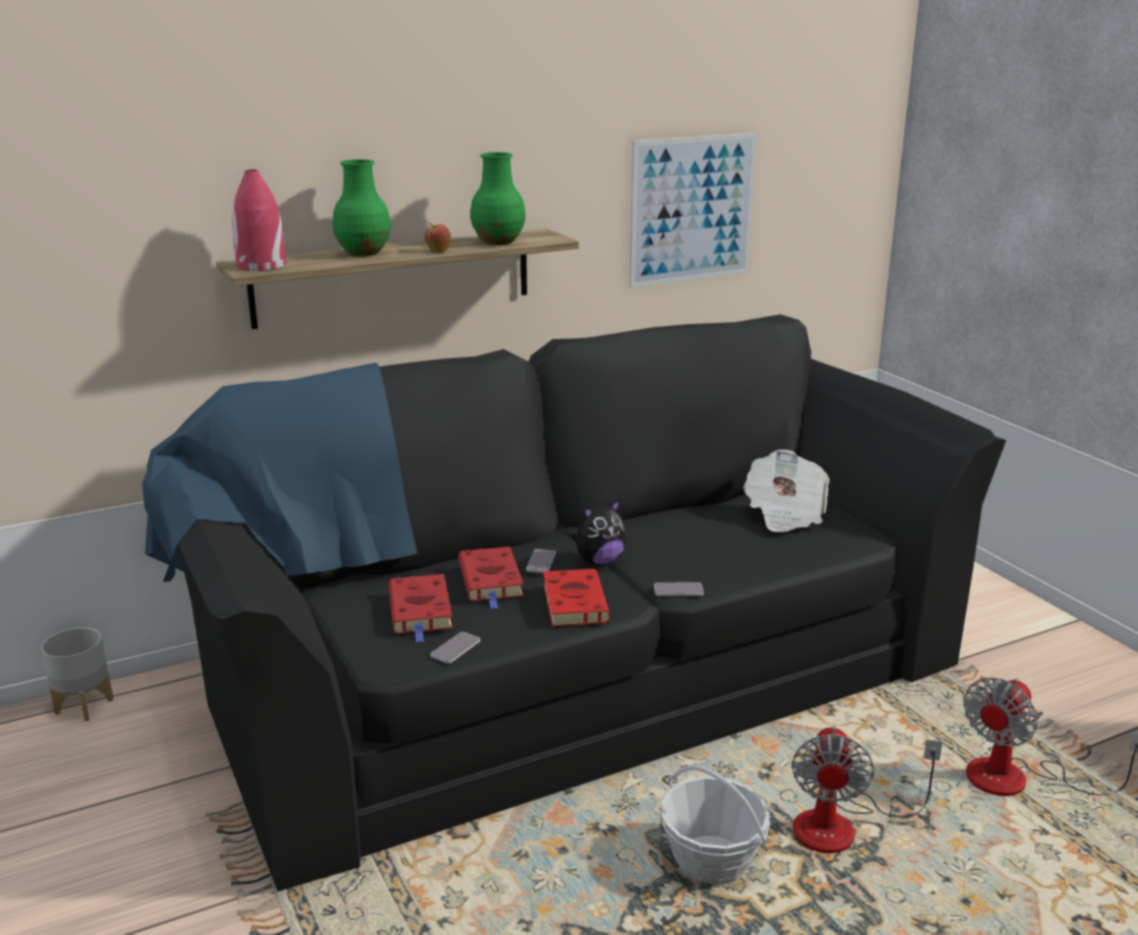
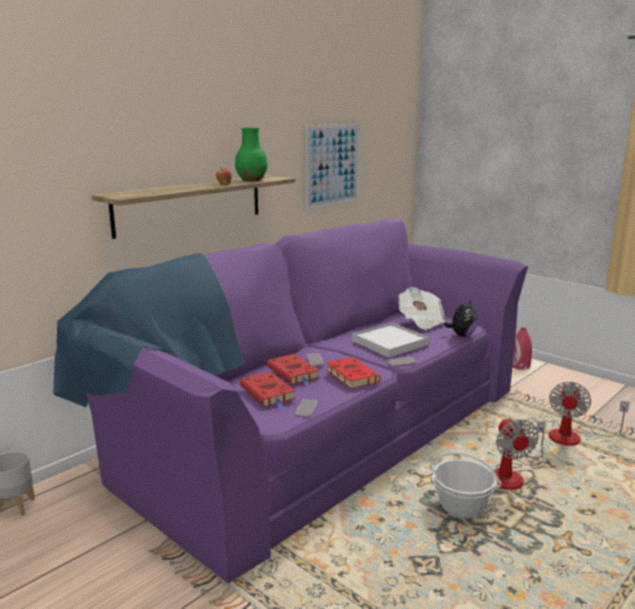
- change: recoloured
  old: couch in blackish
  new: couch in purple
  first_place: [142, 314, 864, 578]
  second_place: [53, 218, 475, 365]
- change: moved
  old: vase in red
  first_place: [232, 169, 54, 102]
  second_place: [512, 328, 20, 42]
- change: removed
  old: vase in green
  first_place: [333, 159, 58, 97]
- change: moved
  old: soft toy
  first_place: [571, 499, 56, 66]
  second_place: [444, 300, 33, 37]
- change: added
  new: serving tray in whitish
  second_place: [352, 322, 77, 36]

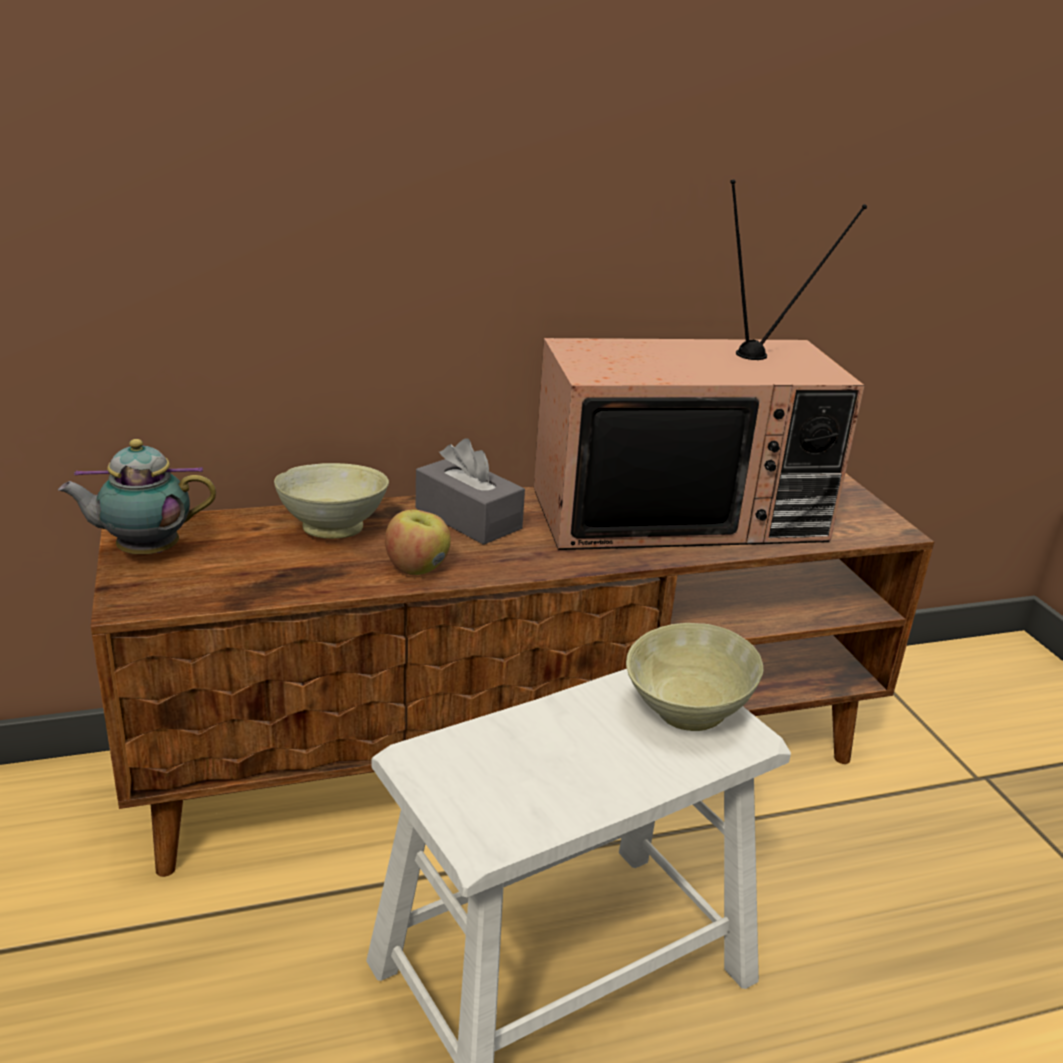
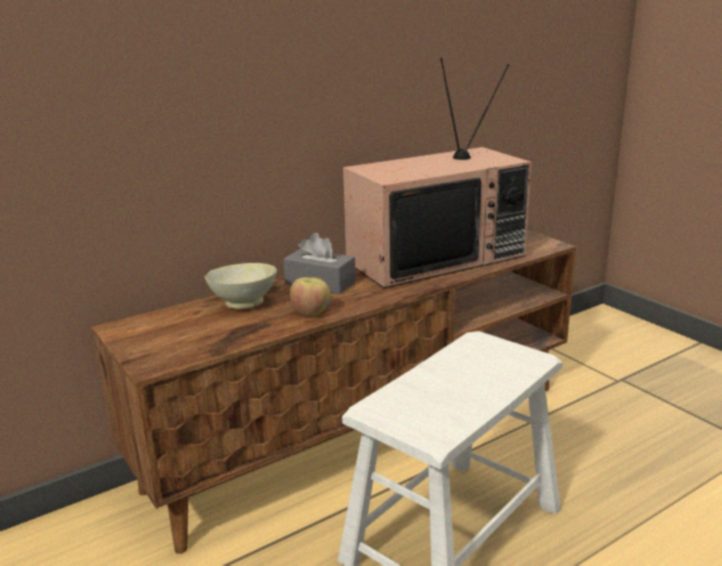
- change: removed
  old: tea pot
  first_place: [58, 439, 158, 115]
- change: removed
  old: deep dish in beige-coloured
  first_place: [626, 623, 137, 108]

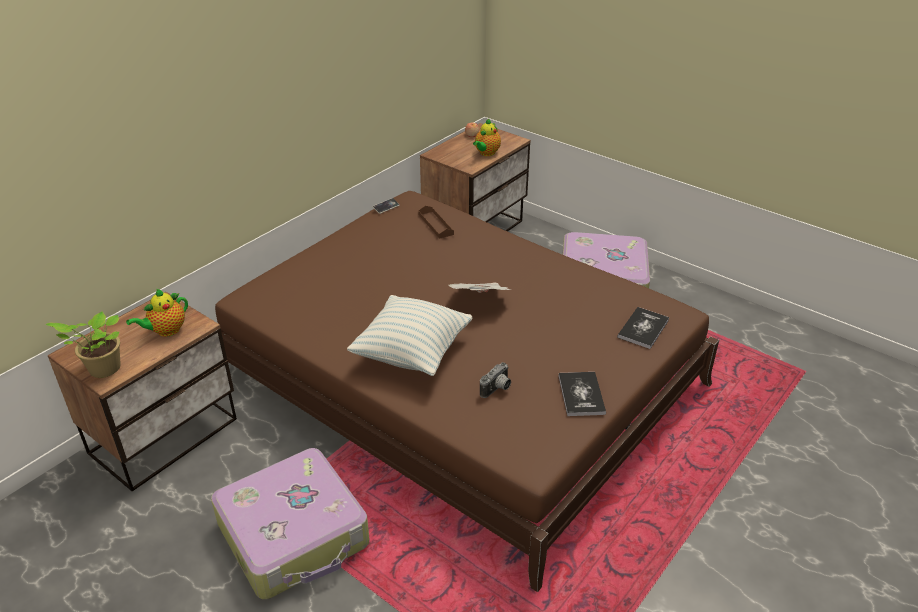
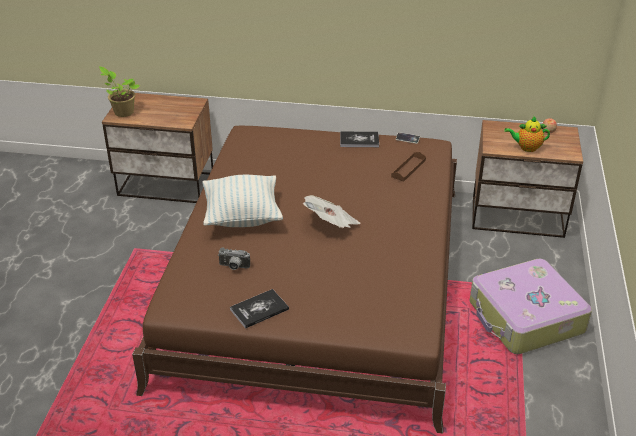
- change: removed
  old: tea pot
  first_place: [126, 289, 62, 48]
- change: removed
  old: piece of luggage
  first_place: [211, 448, 159, 151]
- change: moved
  old: volume
  first_place: [617, 307, 52, 42]
  second_place: [340, 132, 39, 15]

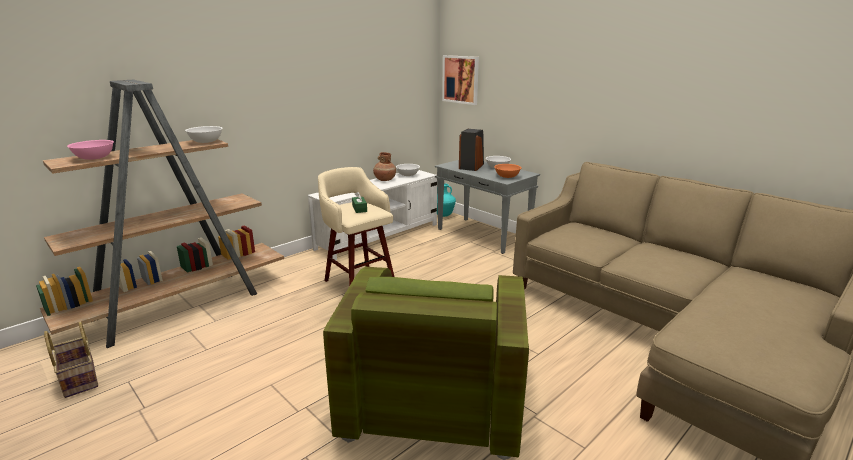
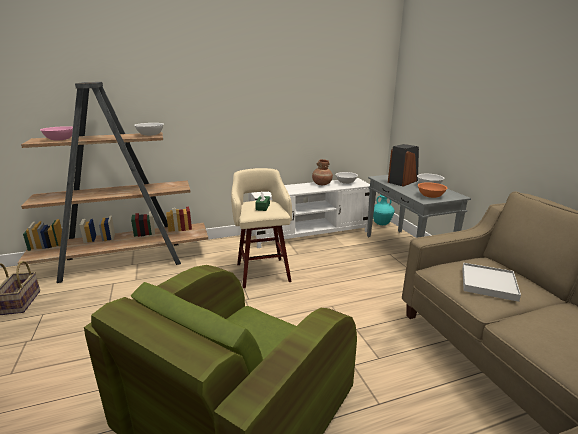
- change: removed
  old: wall art
  first_place: [442, 55, 37, 50]
- change: added
  new: serving tray in whitish
  second_place: [462, 263, 59, 39]

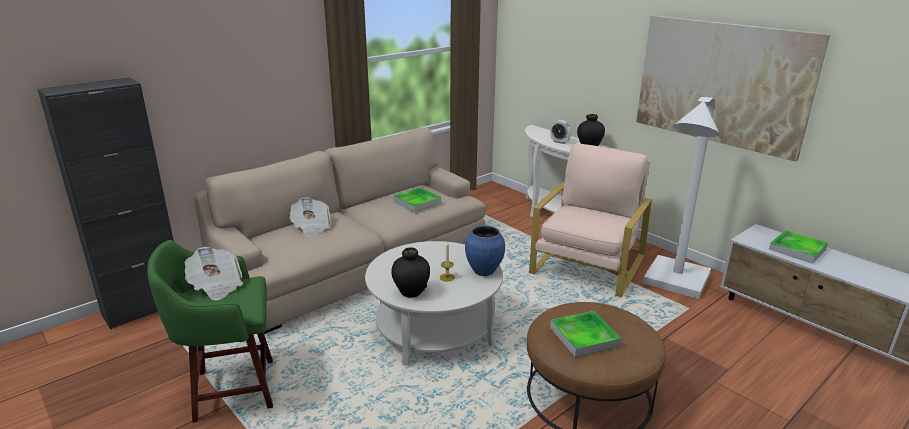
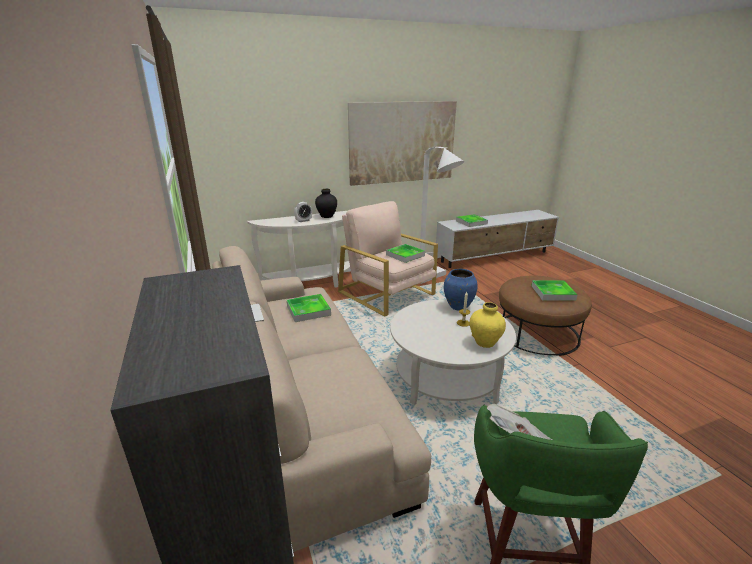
- change: removed
  old: printed paper
  first_place: [289, 197, 42, 40]
- change: recoloured
  old: vase in blackish
  new: vase in yellow
  first_place: [391, 247, 39, 51]
  second_place: [470, 302, 36, 46]
- change: added
  new: serving tray
  second_place: [386, 244, 39, 19]

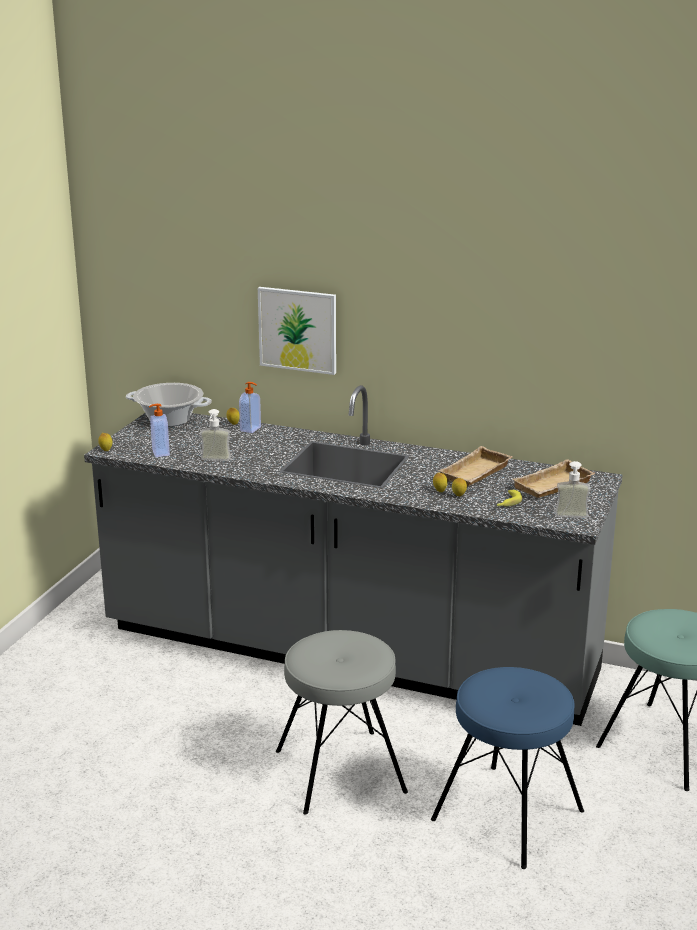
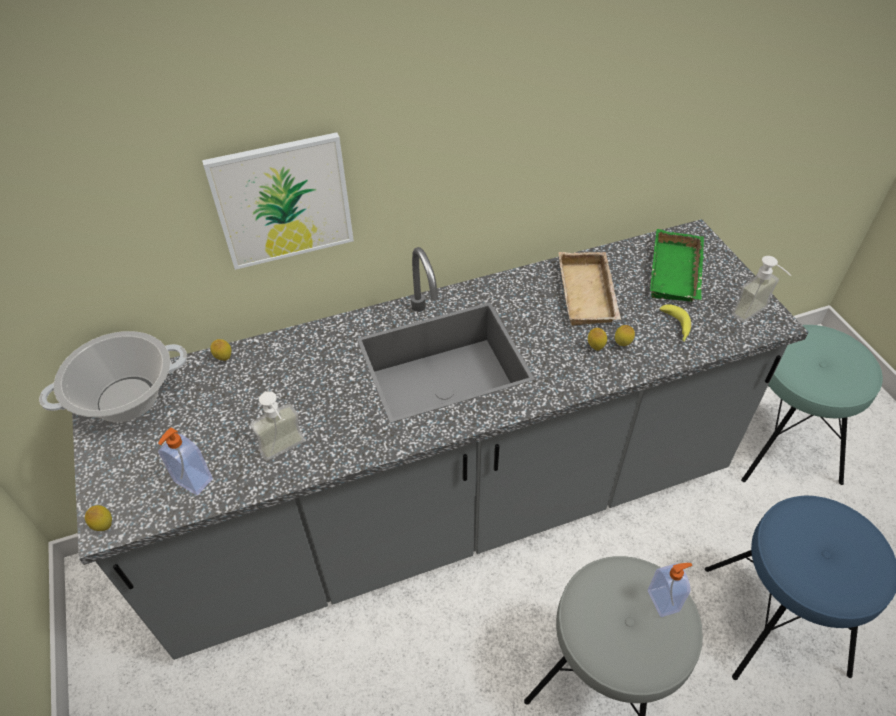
- change: moved
  old: soap dispenser
  first_place: [239, 382, 22, 51]
  second_place: [648, 563, 45, 54]
- change: recoloured
  old: serving tray in beige-coloured
  new: serving tray in green
  first_place: [512, 459, 83, 39]
  second_place: [650, 229, 54, 73]

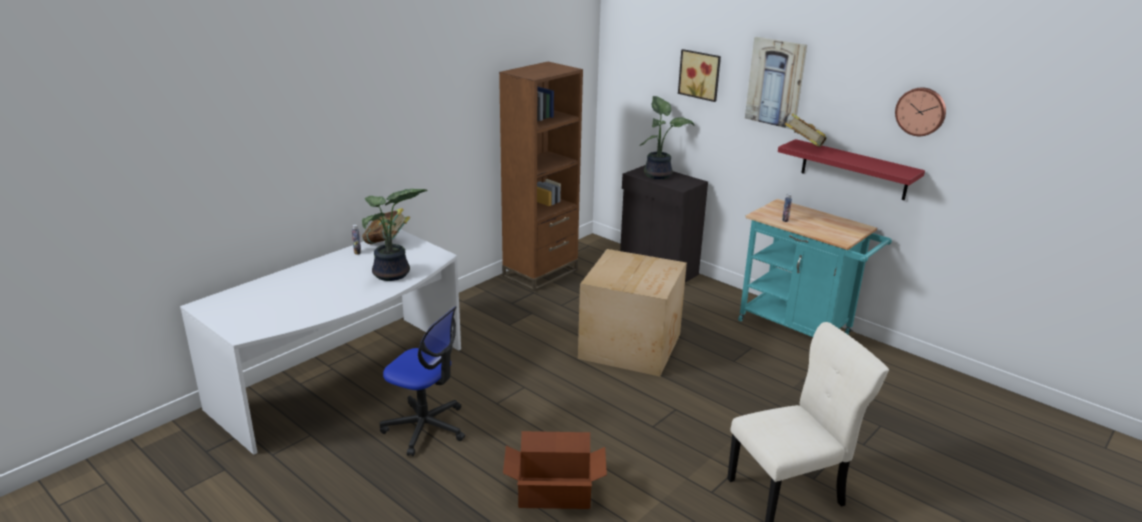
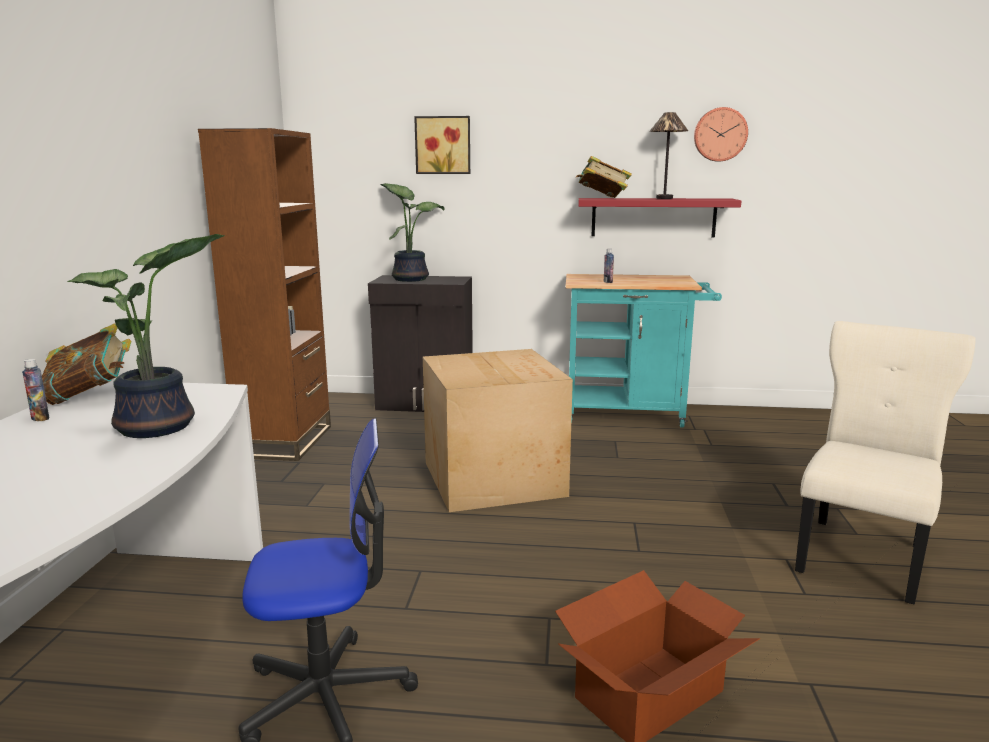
- change: removed
  old: wall art
  first_place: [745, 37, 62, 93]
- change: added
  new: table lamp
  second_place: [650, 112, 38, 87]

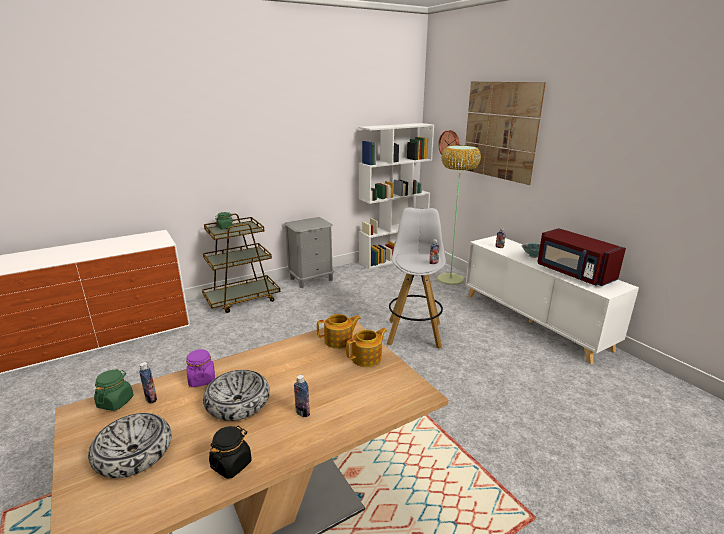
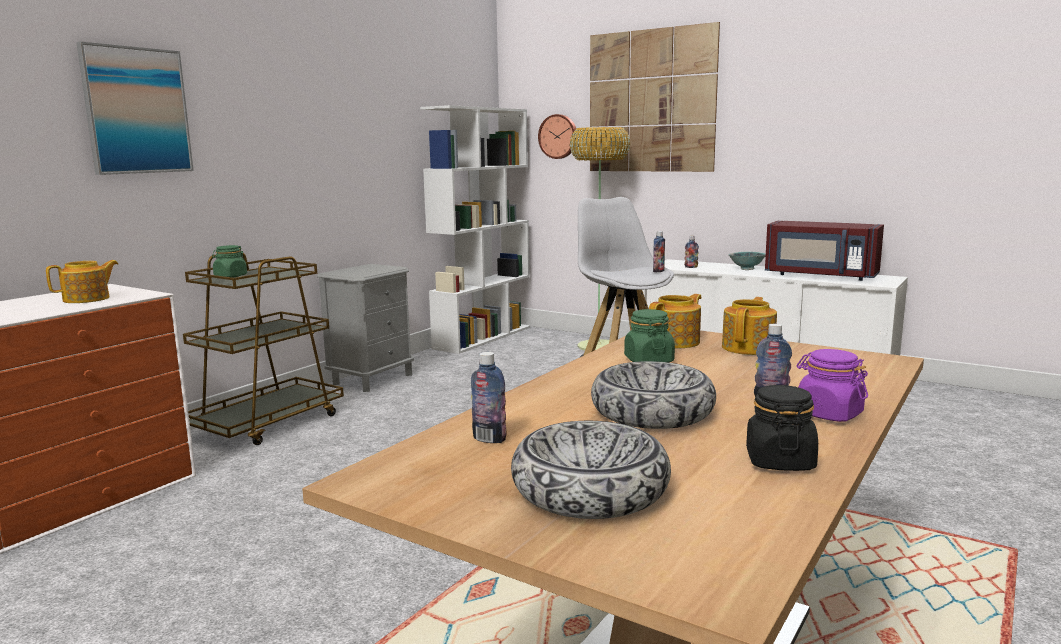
- change: moved
  old: storage jar in green
  first_place: [94, 369, 39, 42]
  second_place: [624, 309, 51, 53]
- change: moved
  old: storage jar in purple
  first_place: [186, 349, 29, 38]
  second_place: [797, 349, 71, 73]
- change: added
  new: tea pot
  second_place: [46, 260, 73, 43]
- change: added
  new: wall art
  second_place: [76, 42, 118, 133]

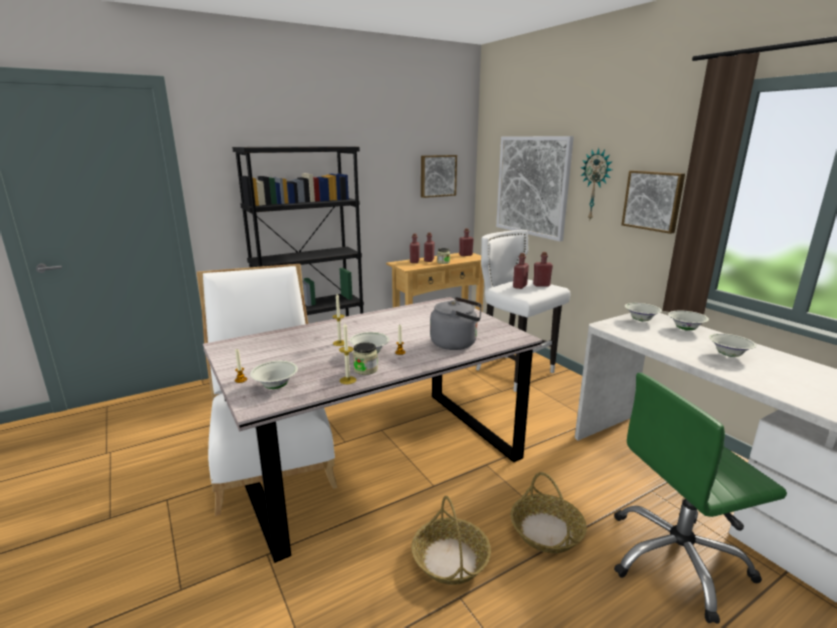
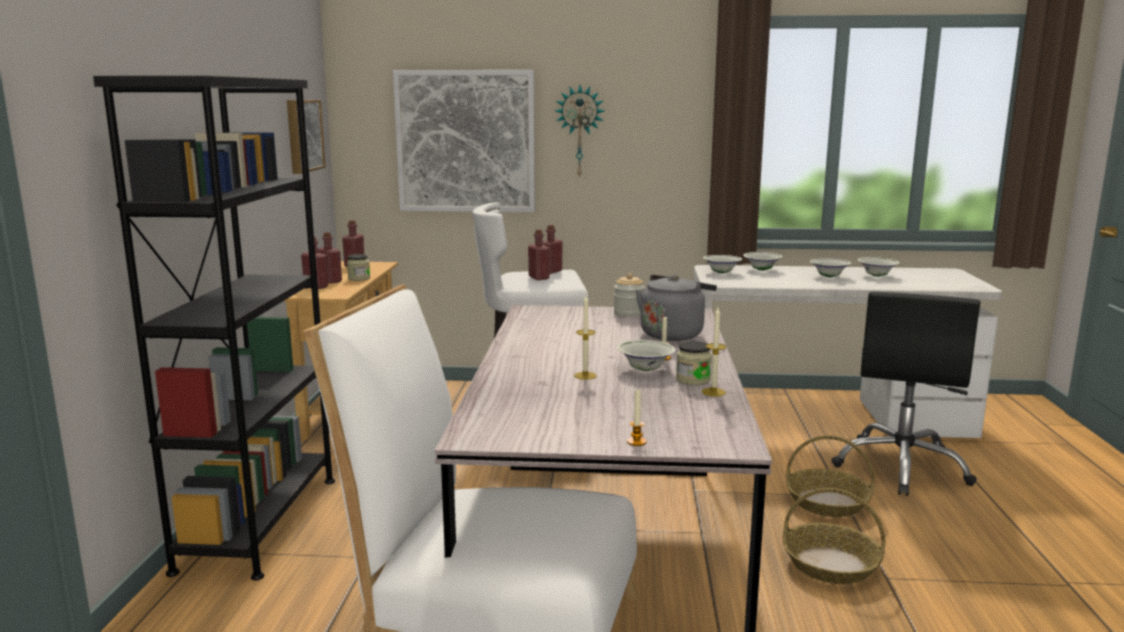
- change: moved
  old: deep dish in whitish
  first_place: [250, 361, 48, 28]
  second_place: [858, 257, 41, 20]
- change: recoloured
  old: desk chair in green
  new: desk chair in blackish
  first_place: [614, 373, 173, 251]
  second_place: [831, 291, 149, 205]
- change: removed
  old: wall art
  first_place: [621, 170, 64, 64]
- change: added
  new: storage jar
  second_place: [614, 273, 31, 44]

